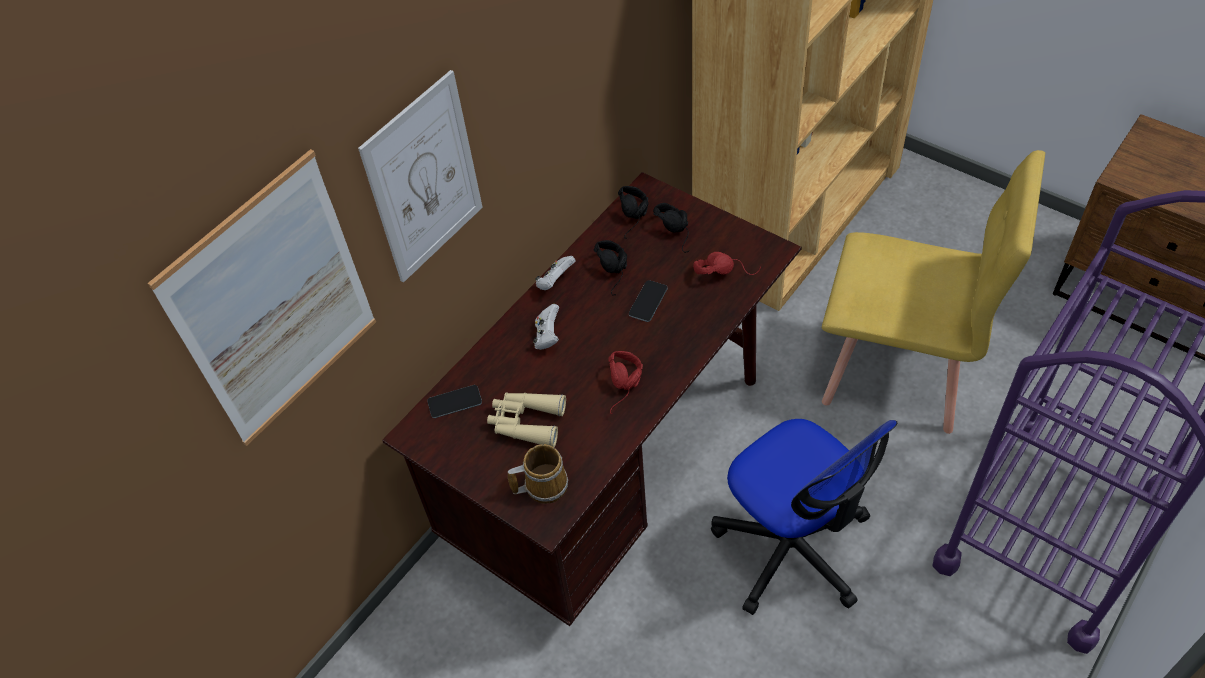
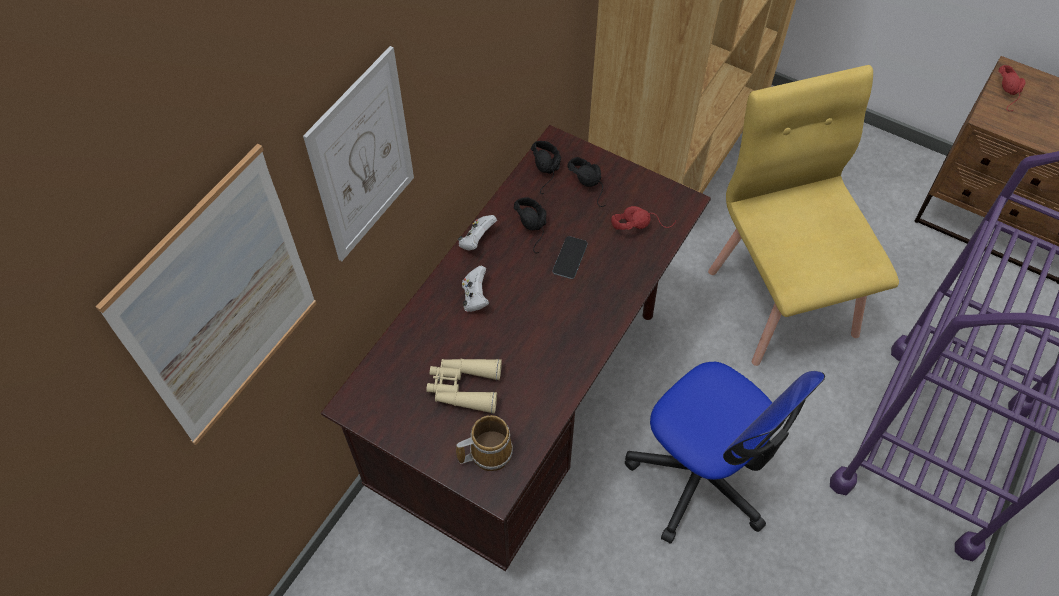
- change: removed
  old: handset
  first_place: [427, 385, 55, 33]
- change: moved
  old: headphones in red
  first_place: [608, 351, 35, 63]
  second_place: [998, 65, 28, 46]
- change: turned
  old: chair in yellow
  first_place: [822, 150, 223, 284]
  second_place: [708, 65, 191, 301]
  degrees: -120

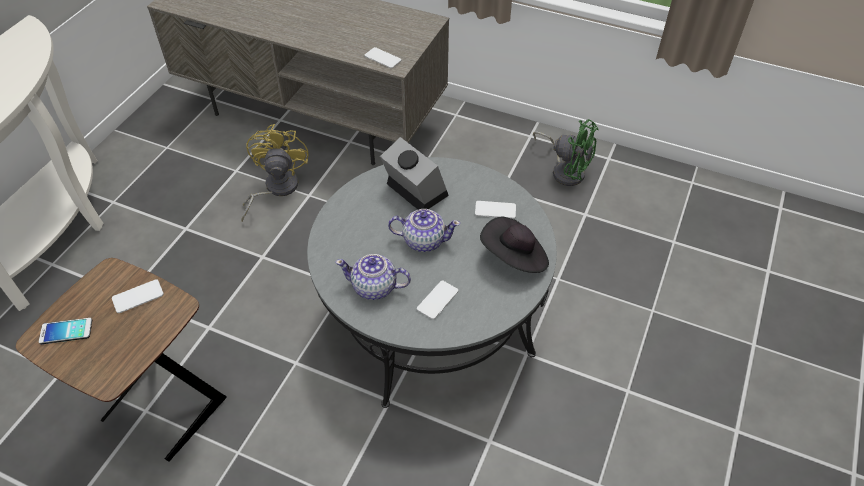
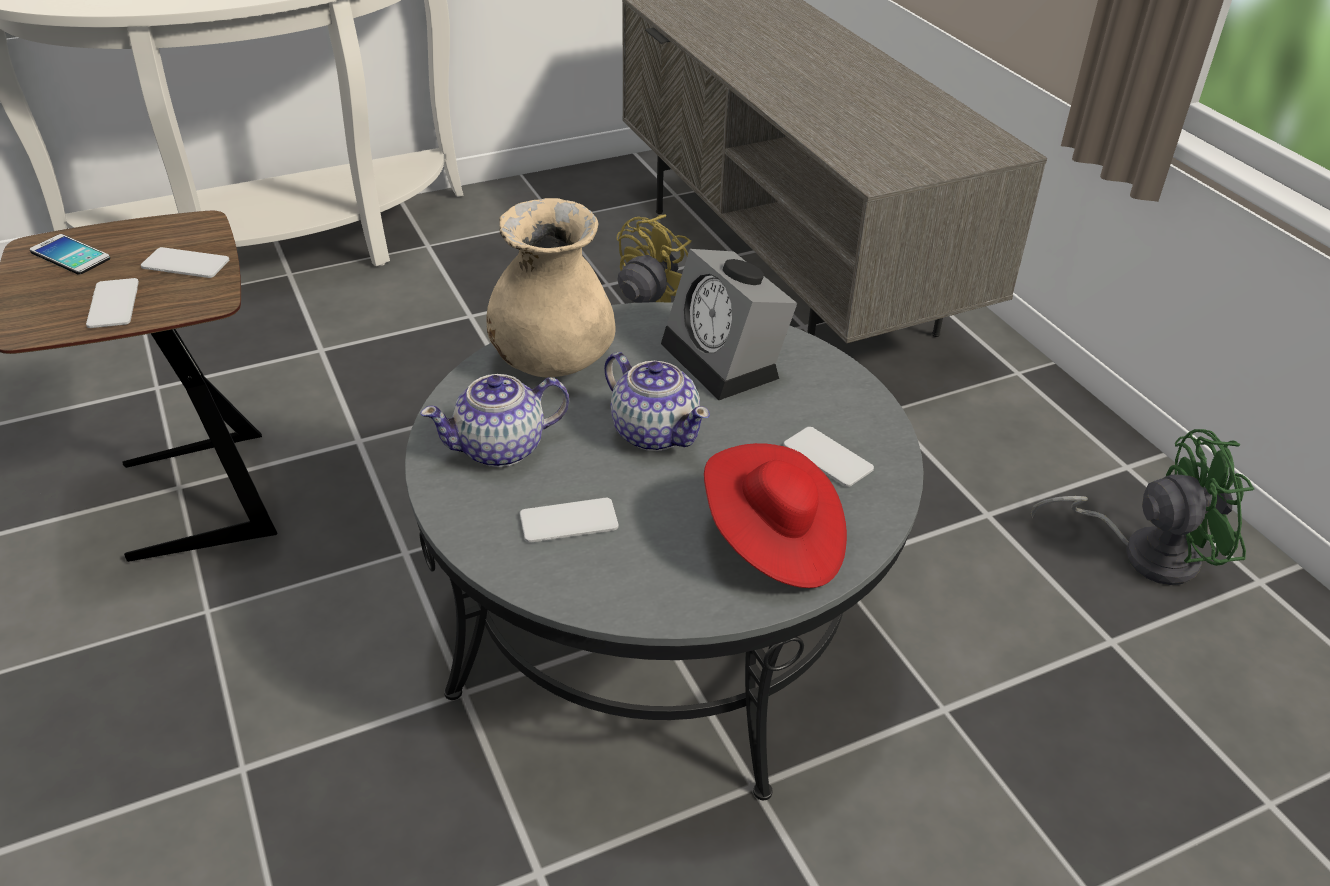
- change: turned
  old: tea pot
  first_place: [335, 254, 76, 46]
  second_place: [420, 374, 149, 93]
  degrees: -75
- change: moved
  old: handset
  first_place: [365, 47, 36, 21]
  second_place: [86, 278, 53, 50]
- change: turned
  old: alarm clock
  first_place: [380, 137, 69, 73]
  second_place: [661, 249, 136, 151]
  degrees: 150
- change: recoloured
  old: wearable hat in blackish
  new: wearable hat in red
  first_place: [480, 217, 69, 56]
  second_place: [704, 443, 143, 145]
- change: turned
  old: fan in green
  first_place: [533, 119, 66, 67]
  second_place: [1031, 429, 223, 156]
  degrees: -75
- change: added
  new: vase in beige-coloured
  second_place: [487, 198, 129, 179]

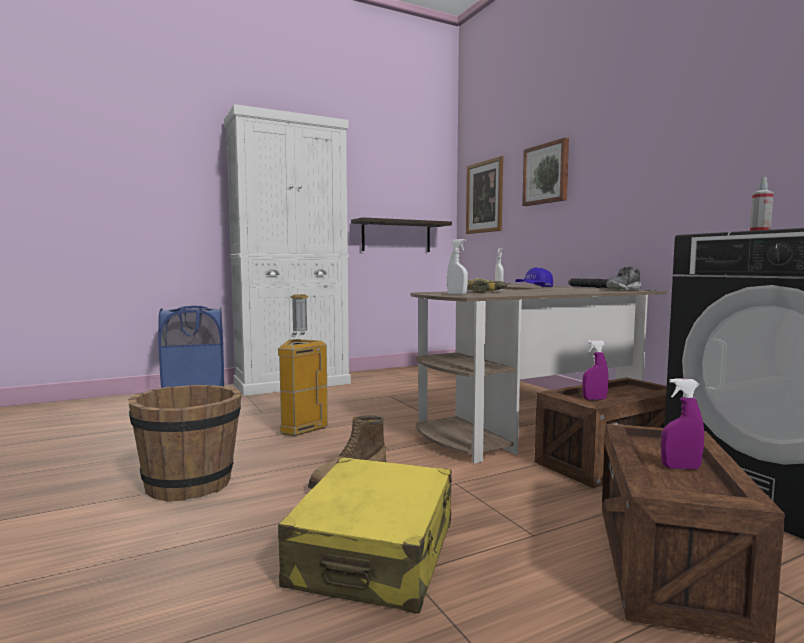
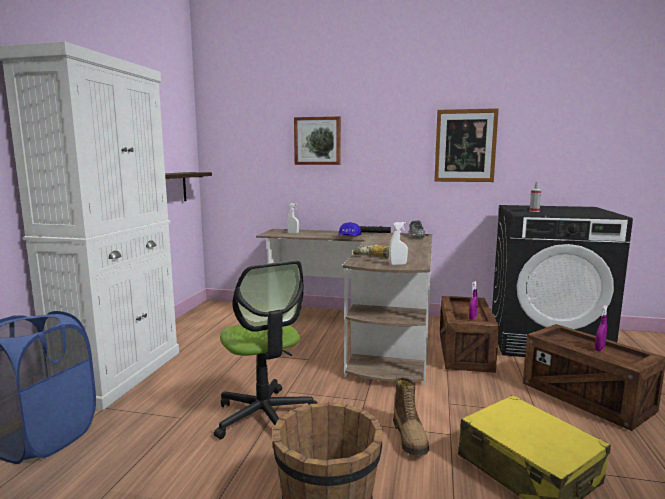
- change: replaced
  old: trash can
  new: desk chair
  first_place: [278, 294, 50, 142]
  second_place: [214, 261, 104, 178]
- change: moved
  old: wall art
  first_place: [466, 156, 37, 78]
  second_place: [434, 108, 65, 74]

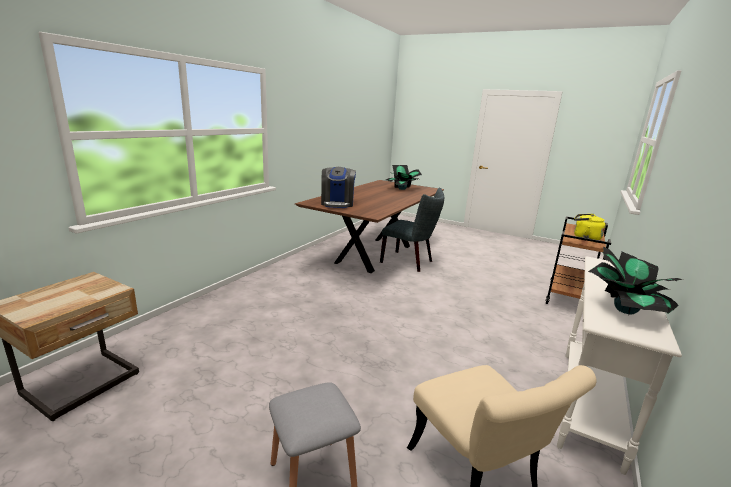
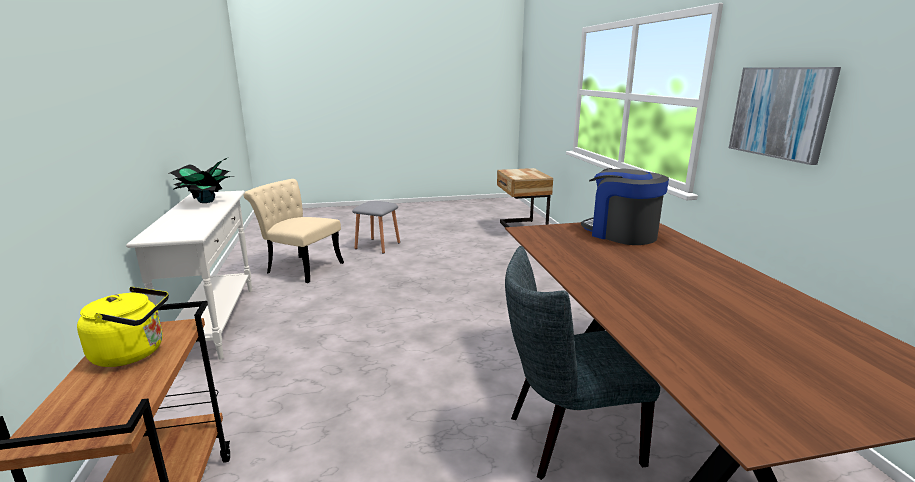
- change: removed
  old: plant in a pot
  first_place: [386, 165, 36, 25]
- change: added
  new: wall art
  second_place: [729, 67, 112, 98]

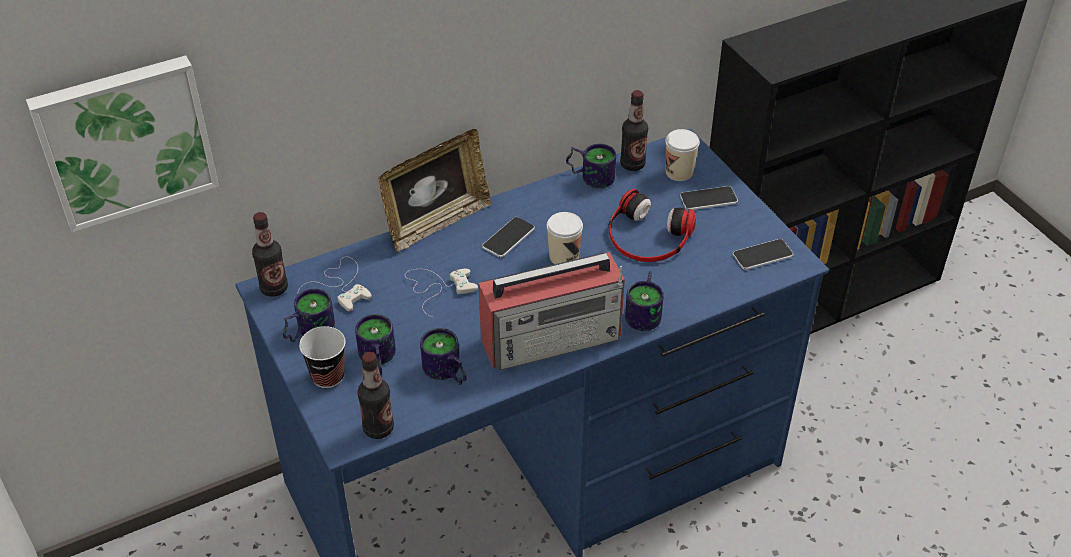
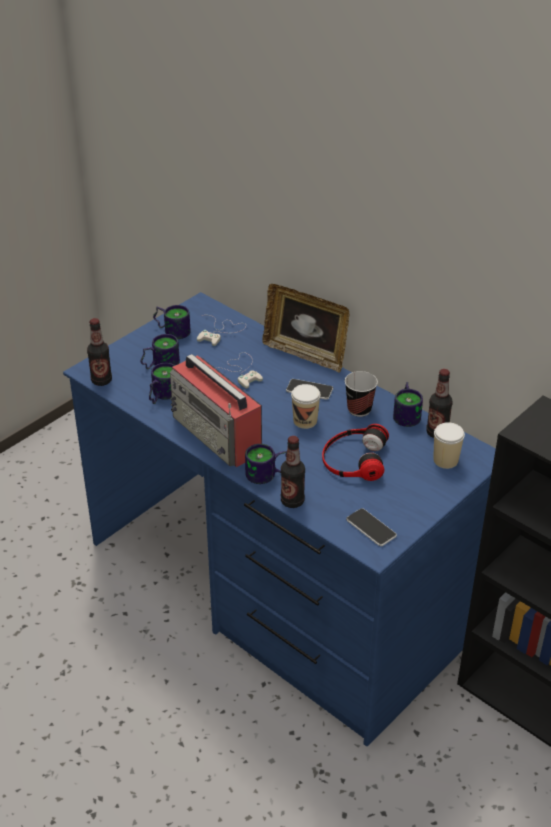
- change: removed
  old: wall art
  first_place: [26, 55, 193, 177]
- change: moved
  old: beverage bottle
  first_place: [252, 212, 36, 85]
  second_place: [281, 436, 24, 72]
- change: moved
  old: small cup
  first_place: [299, 326, 47, 62]
  second_place: [345, 371, 33, 46]
- change: removed
  old: handset
  first_place: [680, 186, 58, 24]

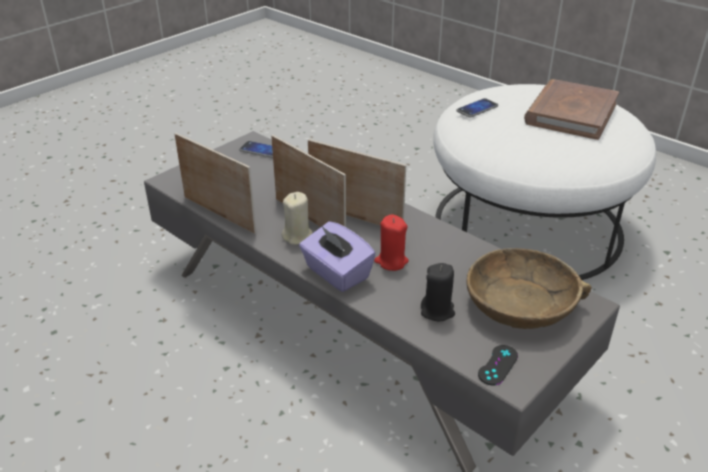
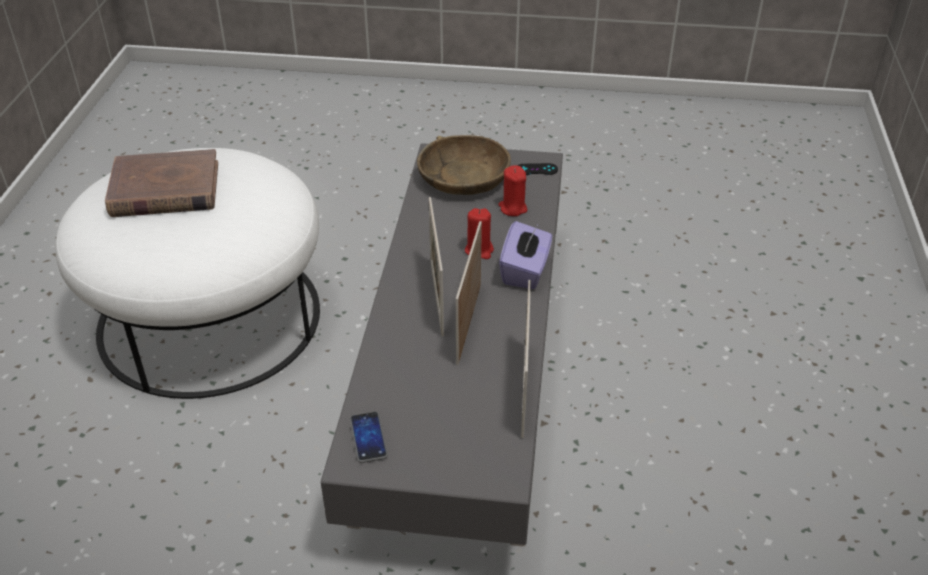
- change: removed
  old: wax light in beige-coloured
  first_place: [281, 192, 31, 53]
- change: recoloured
  old: wax light in blackish
  new: wax light in red
  first_place: [421, 263, 34, 58]
  second_place: [498, 165, 29, 51]
- change: removed
  old: handset
  first_place: [456, 98, 42, 20]

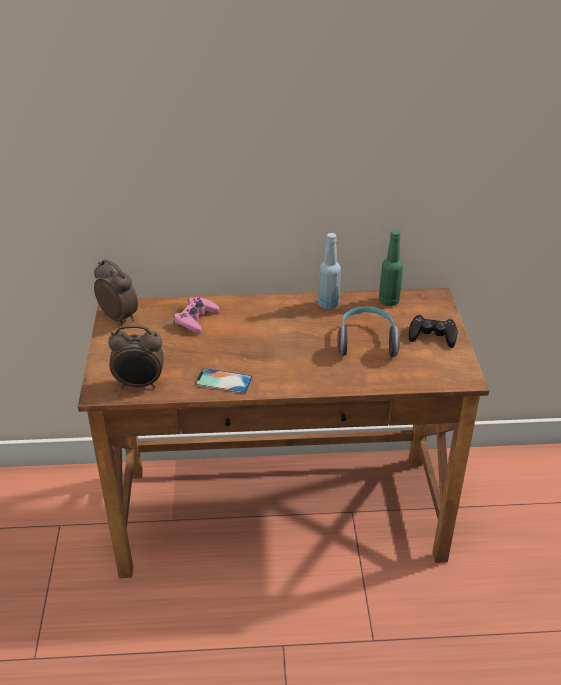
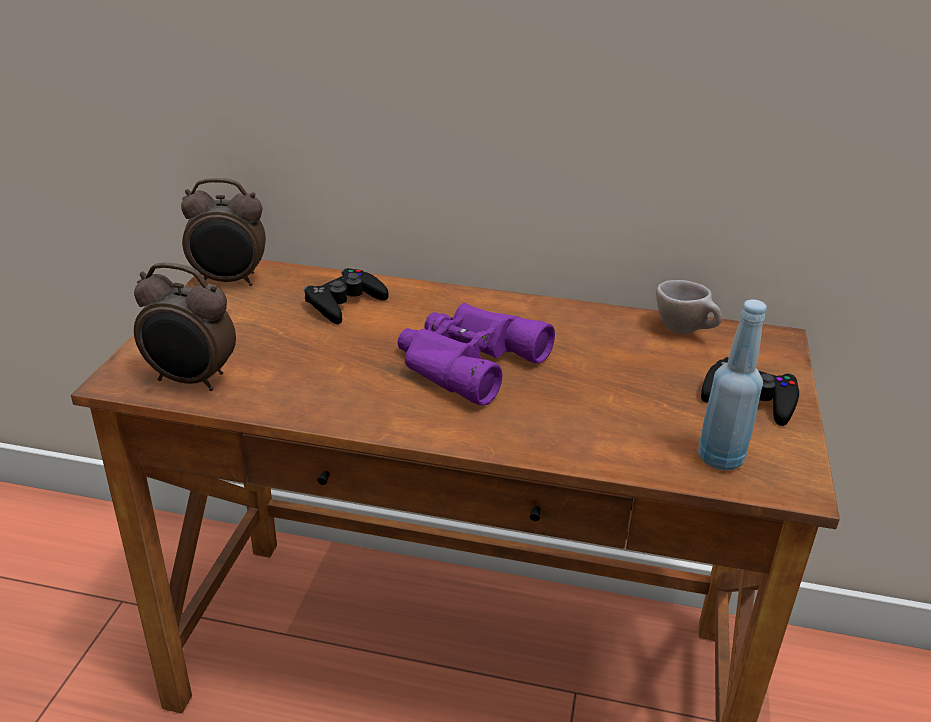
- change: turned
  old: alarm clock
  first_place: [94, 259, 44, 66]
  second_place: [181, 178, 85, 108]
  degrees: 120
- change: recoloured
  old: gamepad in pinkish
  new: gamepad in blackish
  first_place: [173, 297, 46, 37]
  second_place: [304, 268, 85, 56]
- change: removed
  old: handset
  first_place: [195, 368, 58, 25]
- change: moved
  old: beverage bottle in blue-coloured
  first_place: [318, 233, 23, 76]
  second_place: [698, 299, 69, 171]
- change: removed
  old: headphones
  first_place: [337, 307, 63, 50]
- change: replaced
  old: beverage bottle in green
  new: small cup in beige-coloured
  first_place: [379, 230, 24, 76]
  second_place: [656, 280, 66, 54]
- change: added
  new: pair of binoculars in purple
  second_place: [397, 303, 158, 103]

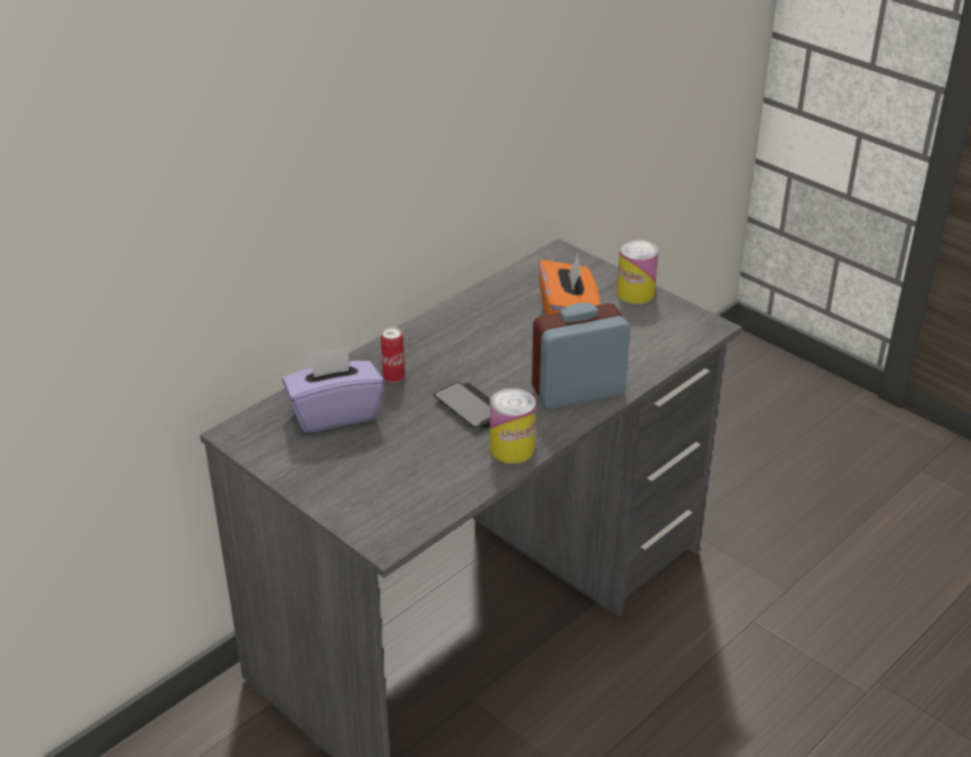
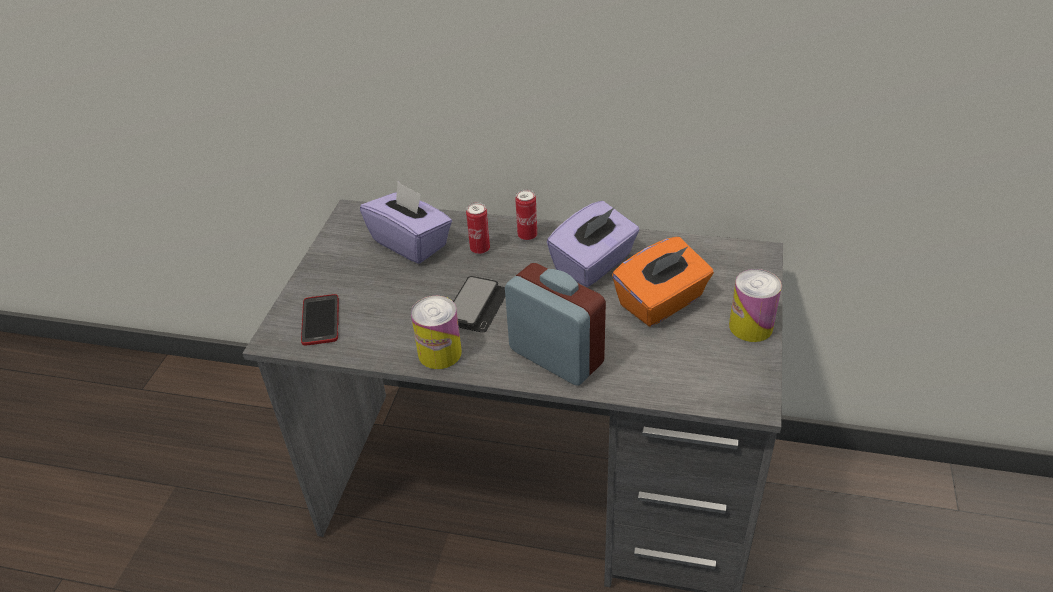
- change: added
  new: handset
  second_place: [301, 294, 38, 51]
- change: added
  new: sealed can
  second_place: [515, 189, 22, 52]
- change: added
  new: tissue box in purple
  second_place: [547, 201, 93, 86]

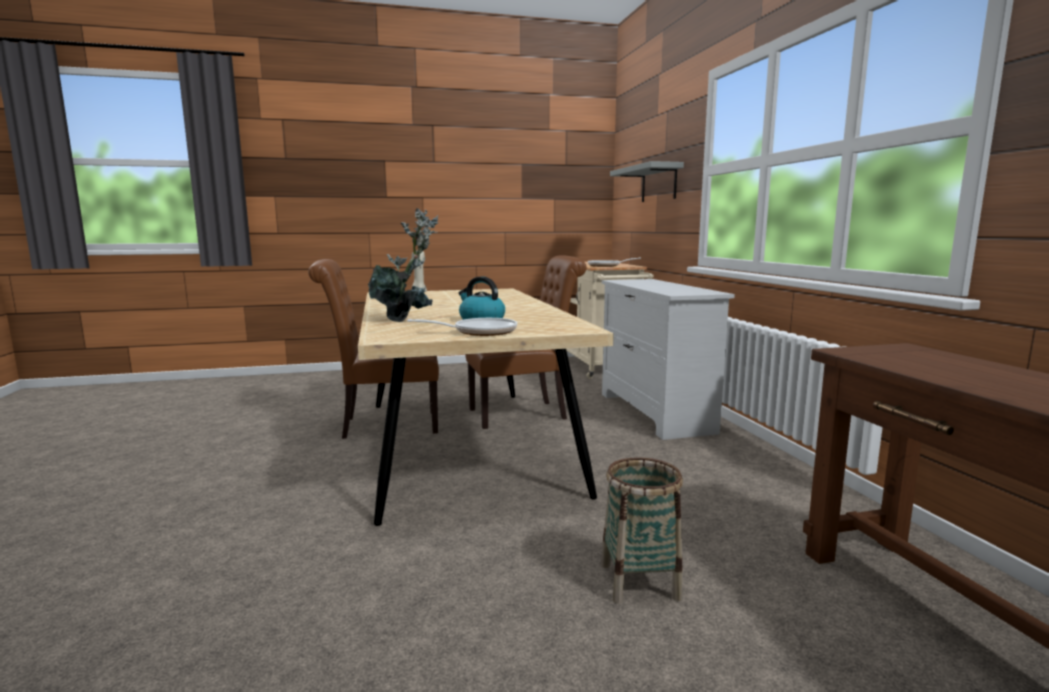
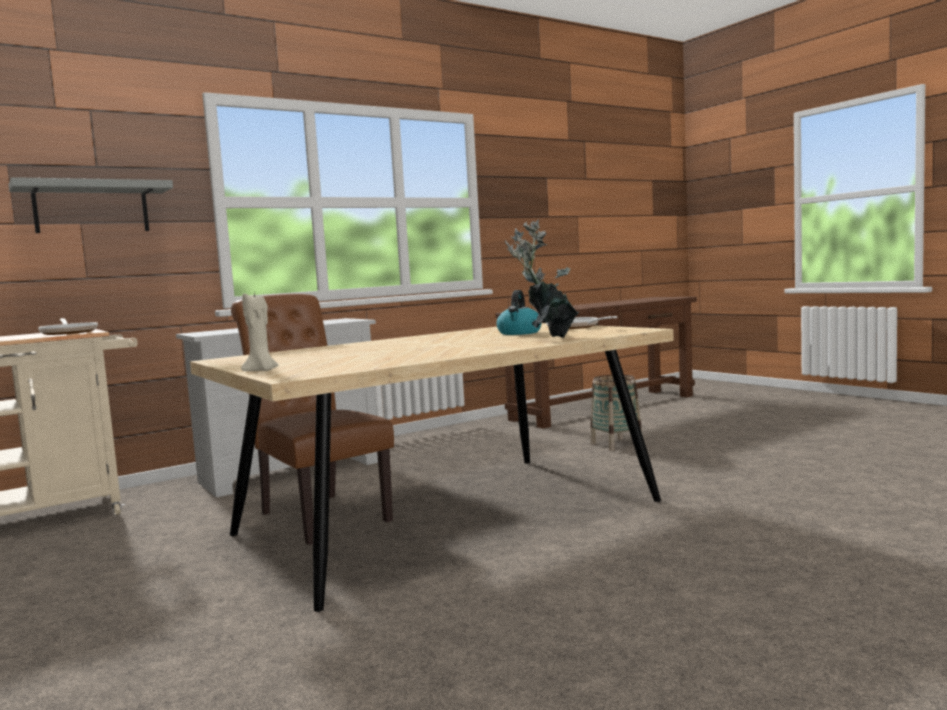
- change: removed
  old: chair in brownish
  first_place: [308, 259, 131, 180]

